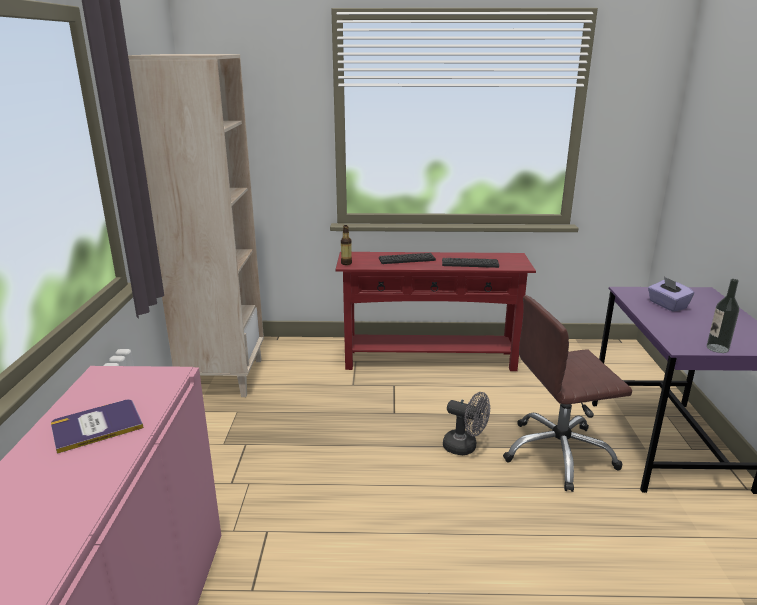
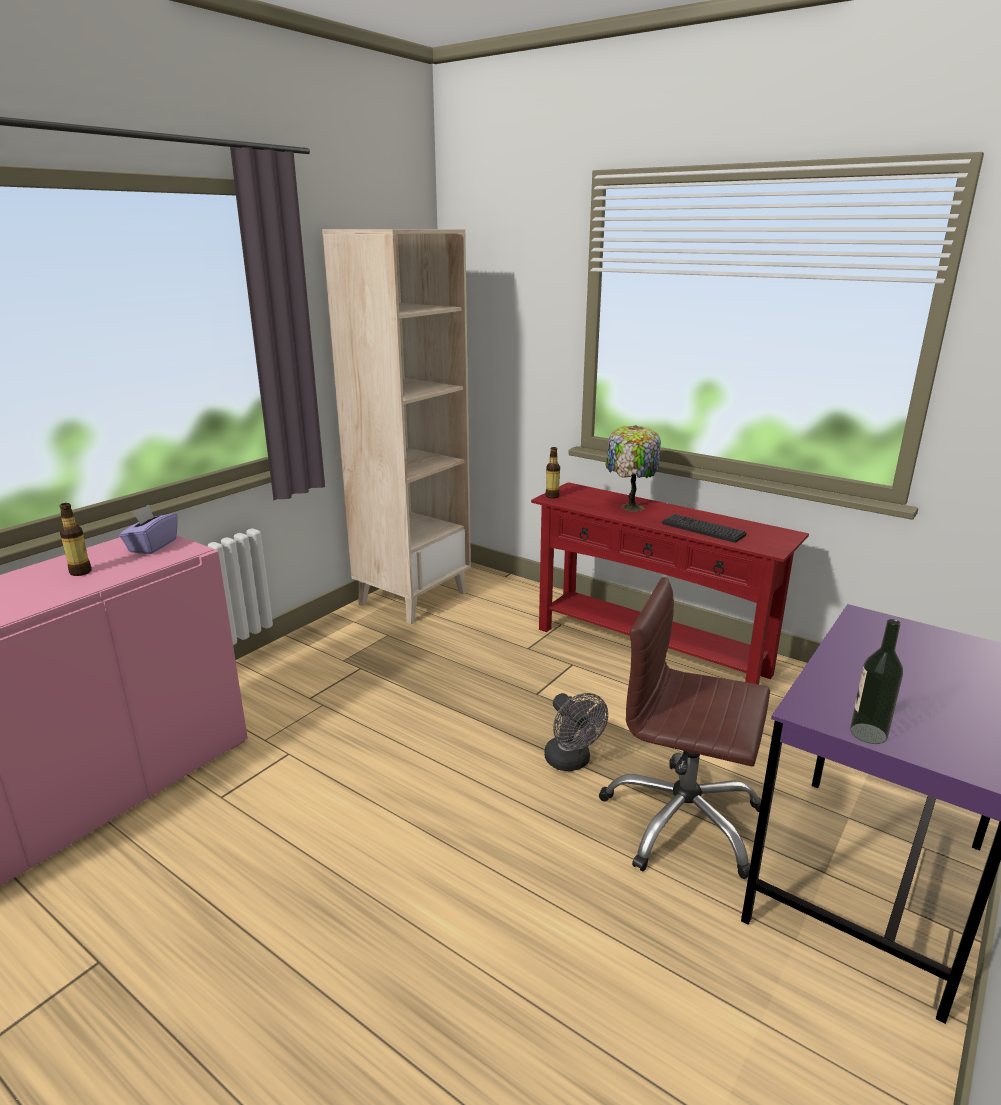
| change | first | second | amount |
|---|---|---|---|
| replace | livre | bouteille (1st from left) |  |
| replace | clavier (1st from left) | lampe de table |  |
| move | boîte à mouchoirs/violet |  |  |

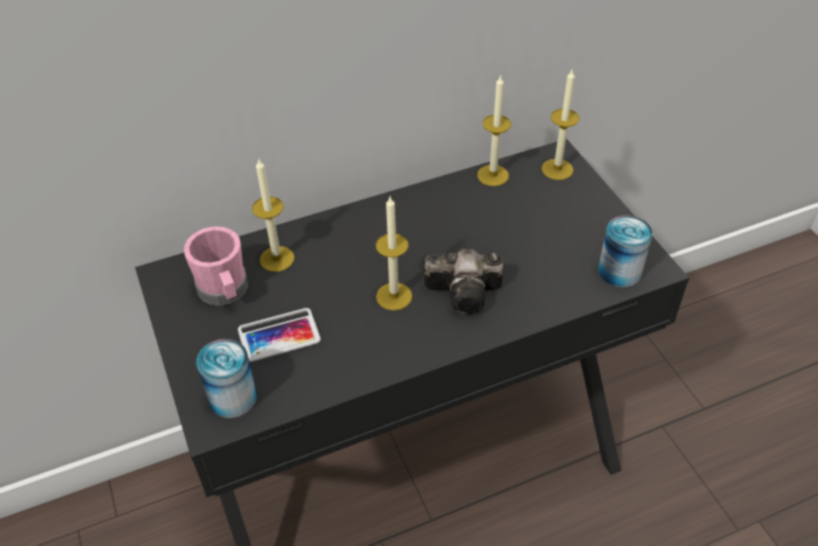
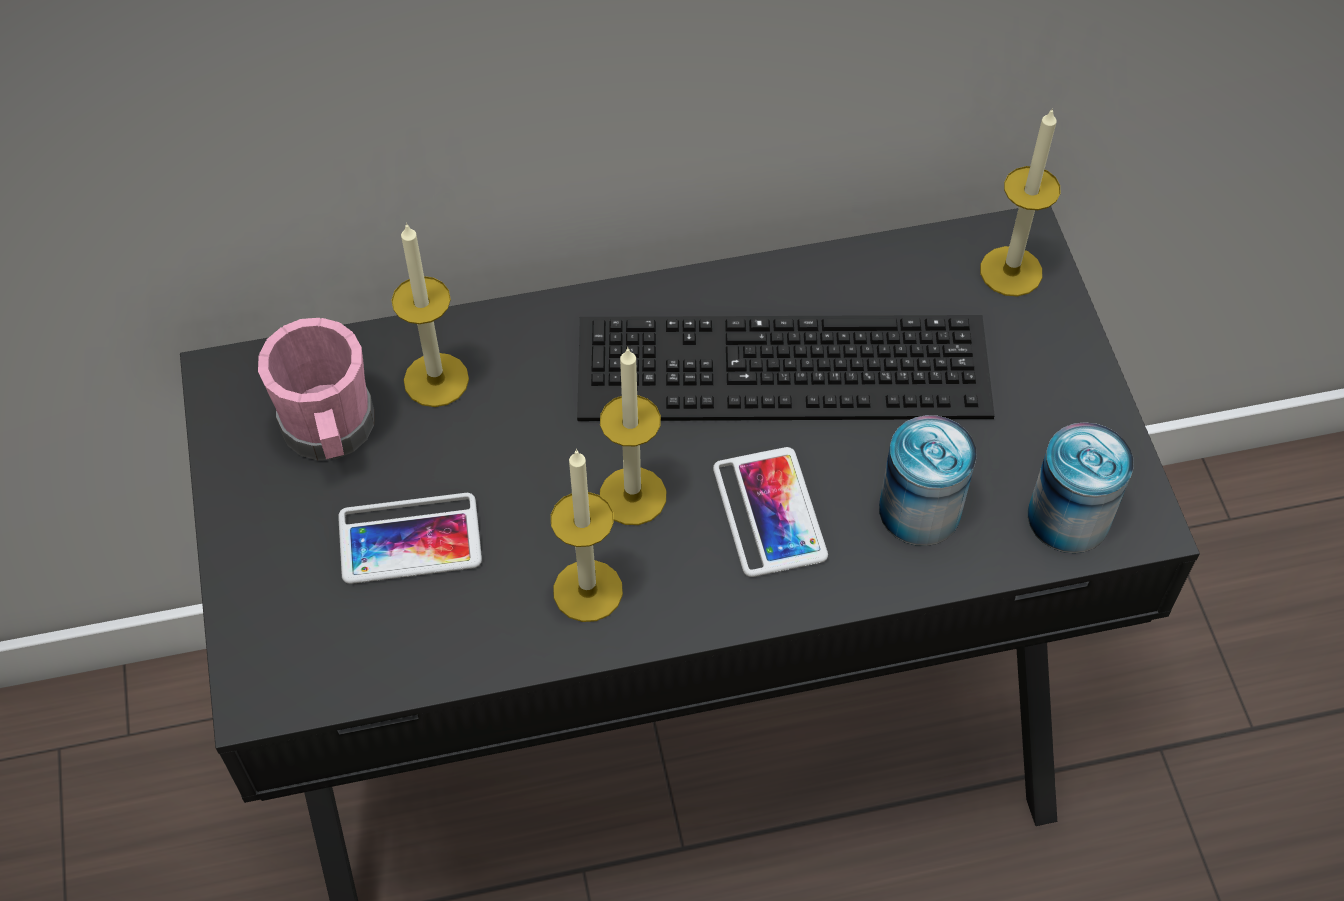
| change | first | second | amount |
|---|---|---|---|
| move | boîte métallique (1st from left) |  |  |
| replace | appareil photo | téléphone (2nd from left) |  |
| move | bougie (3rd from left in the first image) | bougie (2nd from left) |  |
| insert |  | clavier |  |

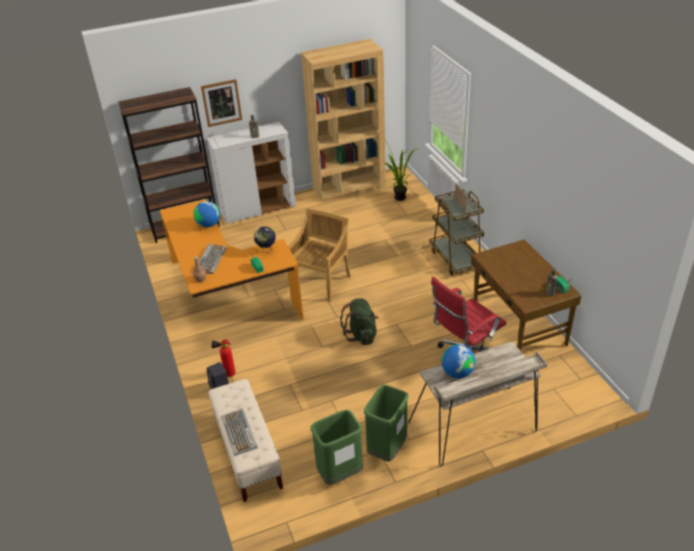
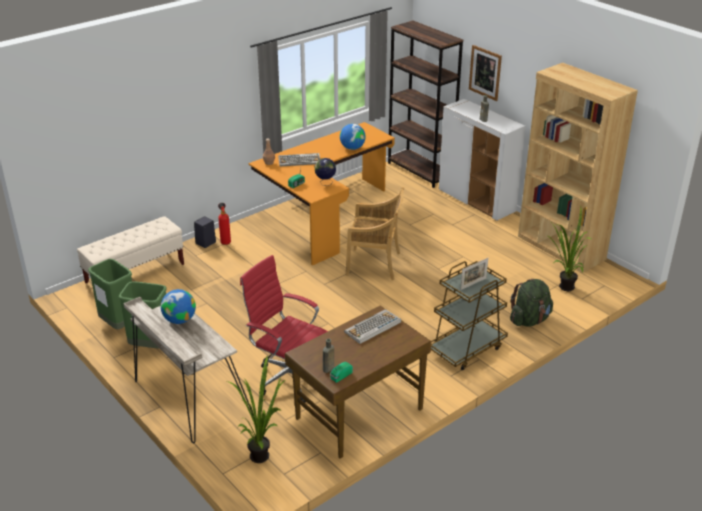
| change | first | second | amount |
|---|---|---|---|
| move | clavier (2nd from left) |  |  |
| move | sac à dos/vert |  |  |
| insert |  | plante en pot (1st from left) |  |

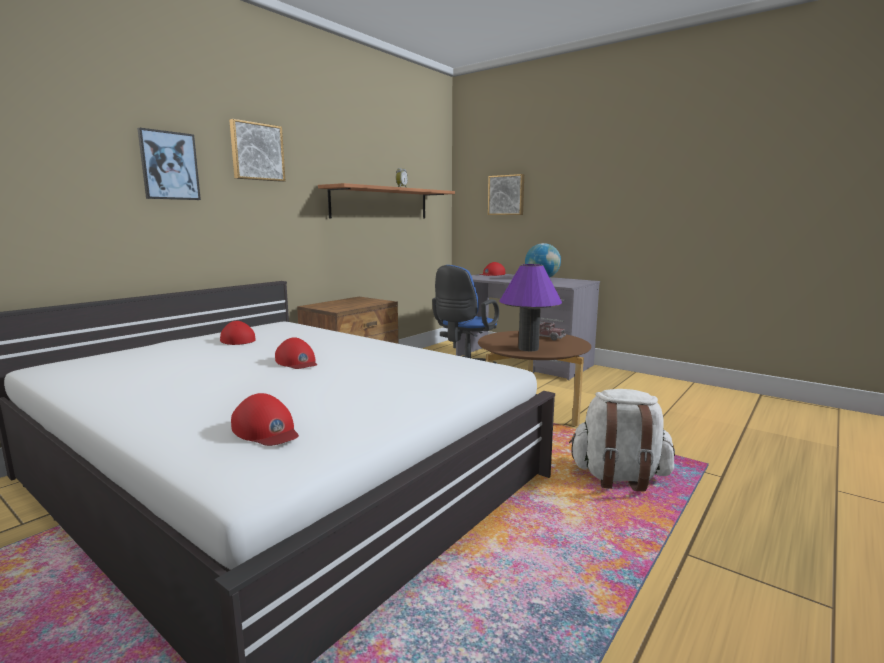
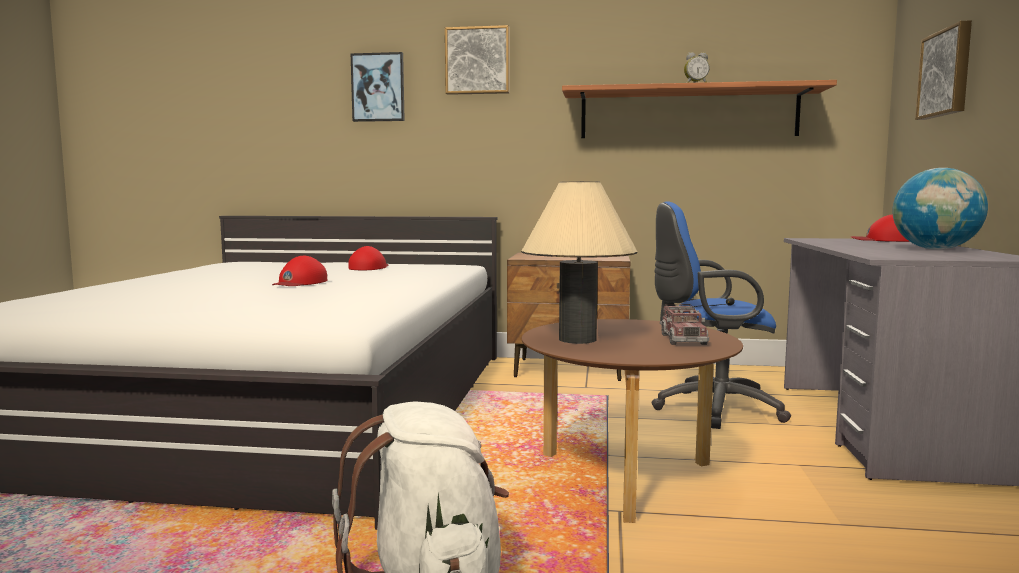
| change | first | second | amount |
|---|---|---|---|
| delete | casquette/rouge (2nd from left) |  |  |
| recolor | lampe de table/violet | lampe de table/beige |  |

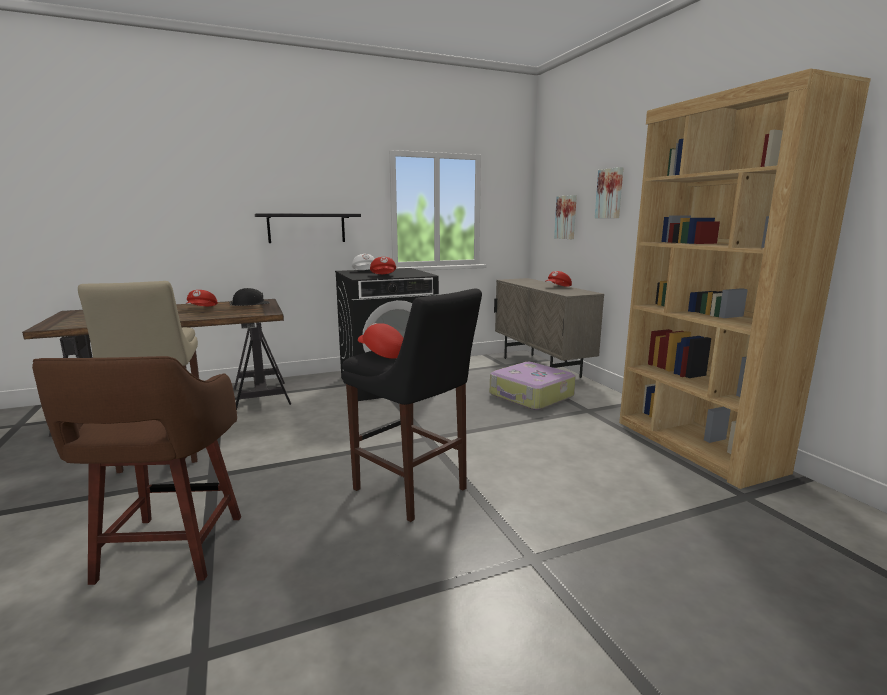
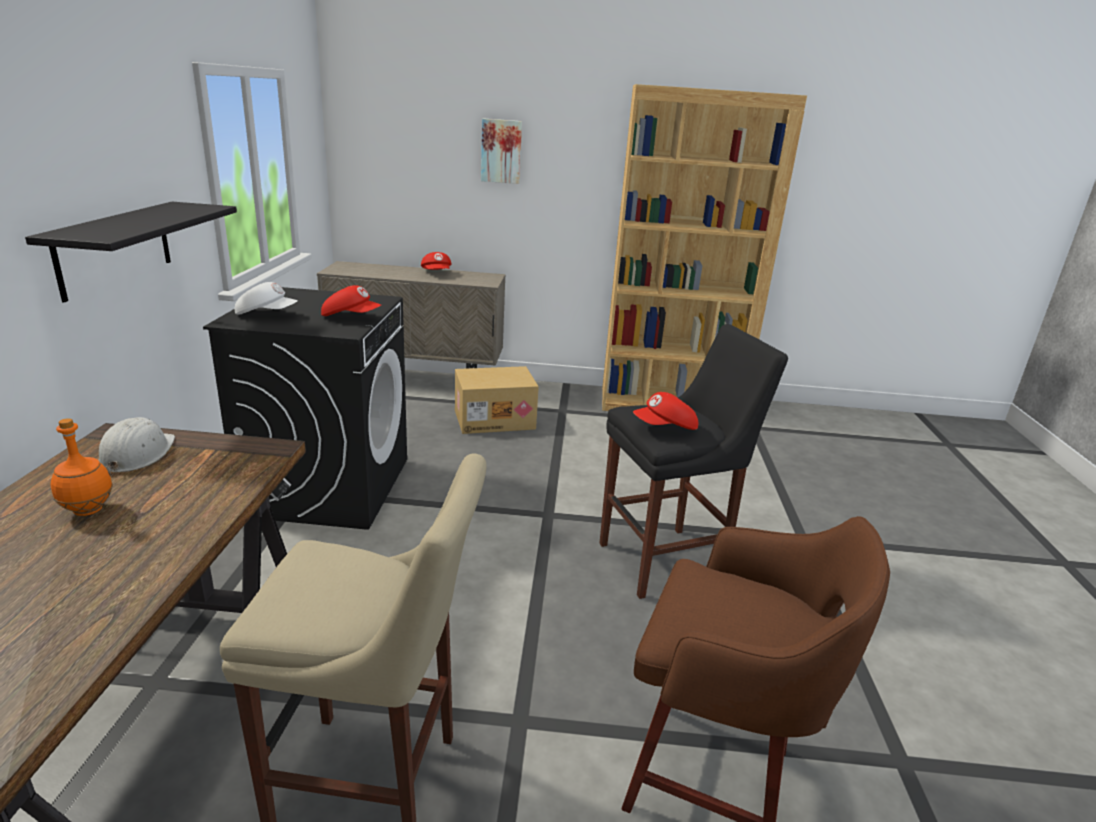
| change | first | second | amount |
|---|---|---|---|
| replace | casquette/rouge (1st from left) | bouteille/orange |  |
| recolor | casque de chantier/noir | casque de chantier/blanc |  |
| replace | valise | carton |  |
| delete | tableau (1st from left) |  |  |

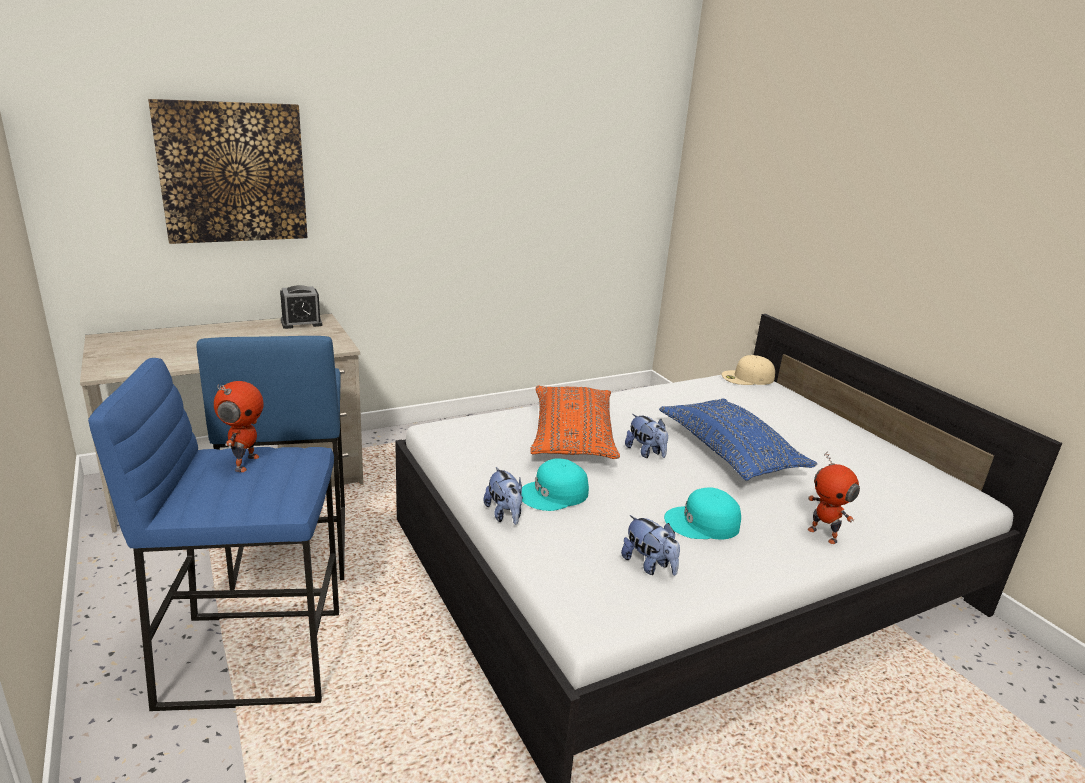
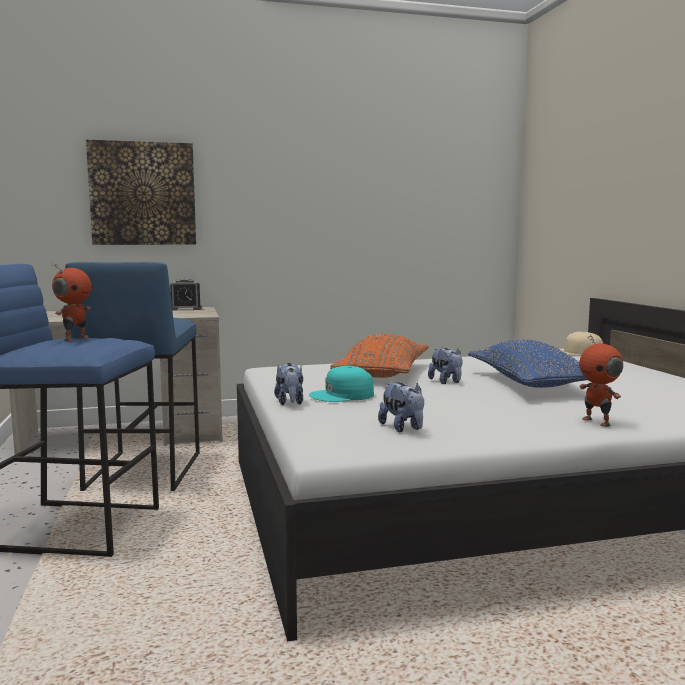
| change | first | second | amount |
|---|---|---|---|
| delete | casquette/turquoise (2nd from left) |  |  |

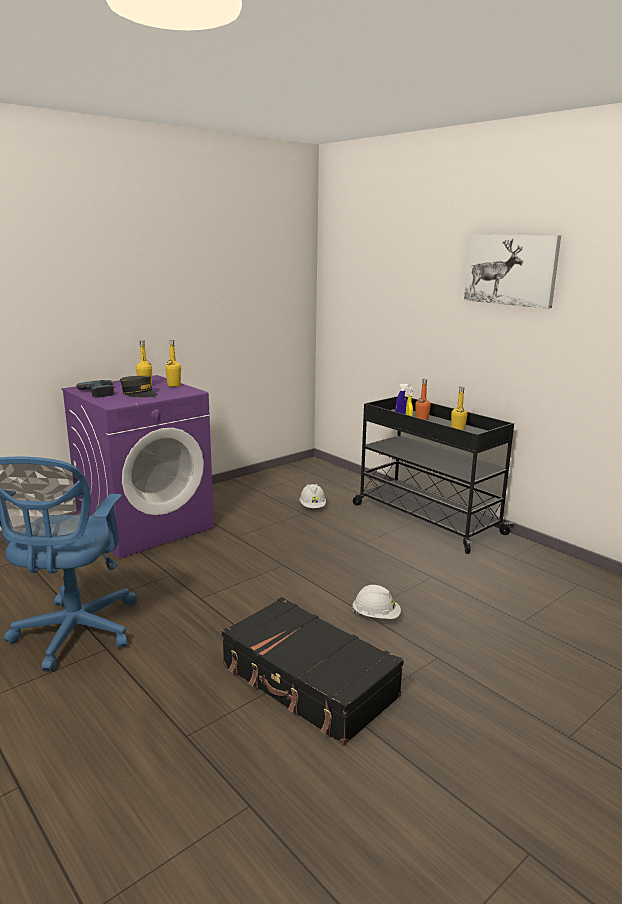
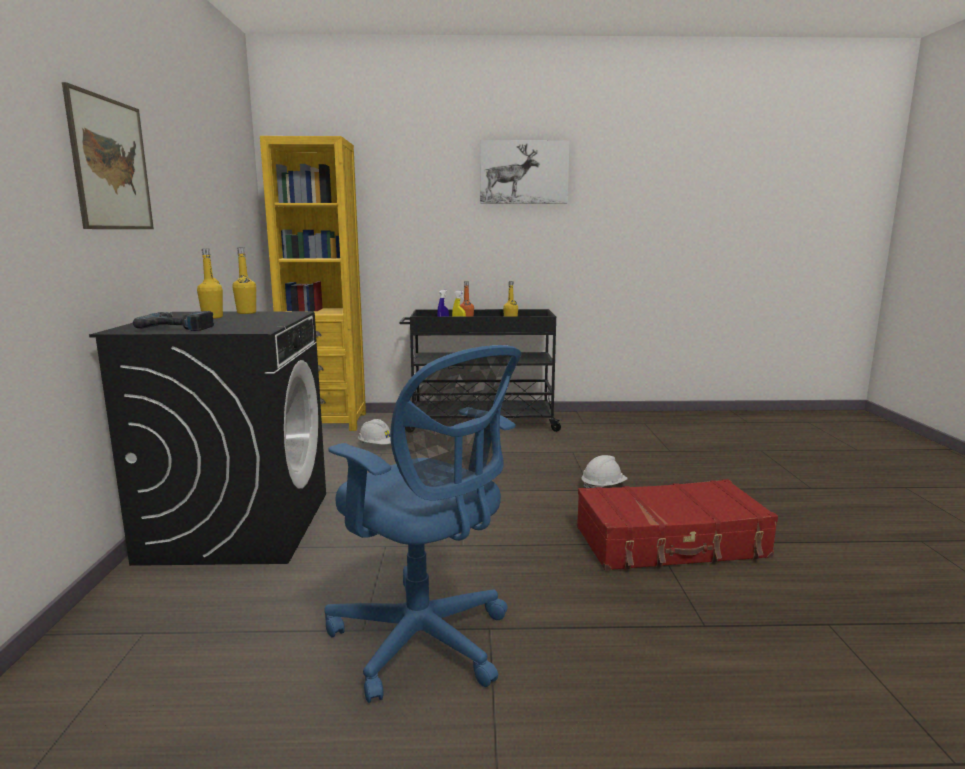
| change | first | second | amount |
|---|---|---|---|
| recolor | lave-linge/violet | lave-linge/noir |  |
| delete | casquette/gris |  |  |
| recolor | valise/noir | valise/rouge |  |
| insert |  | tableau (1st from left) |  |
| insert |  | bibliothèque/jaune |  |

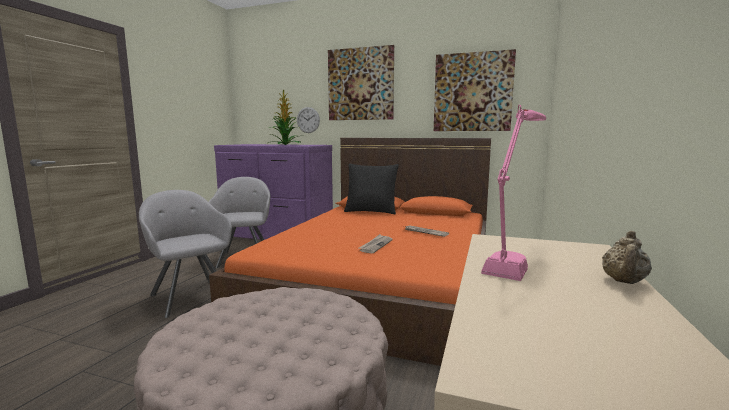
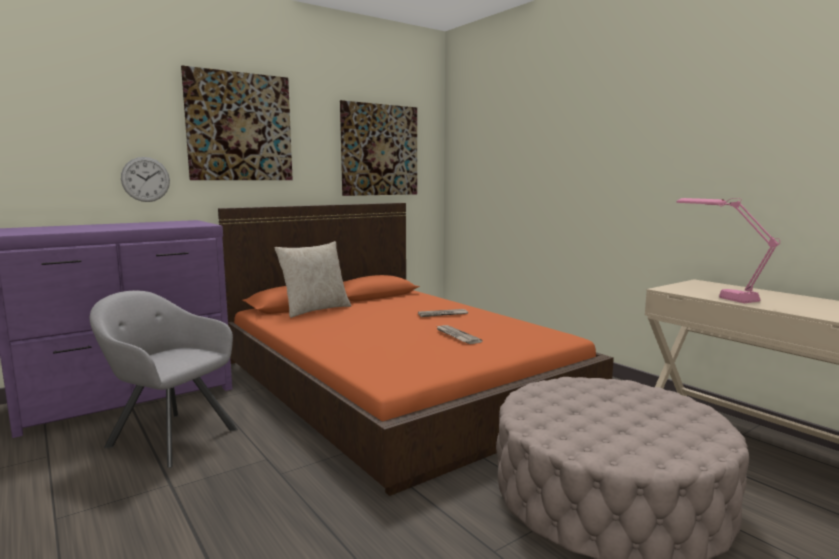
| change | first | second | amount |
|---|---|---|---|
| delete | fauteuil/gris (1st from left) |  |  |
| delete | plante en pot |  |  |
| recolor | coussin/noir | coussin/beige |  |
| delete | théière/beige |  |  |

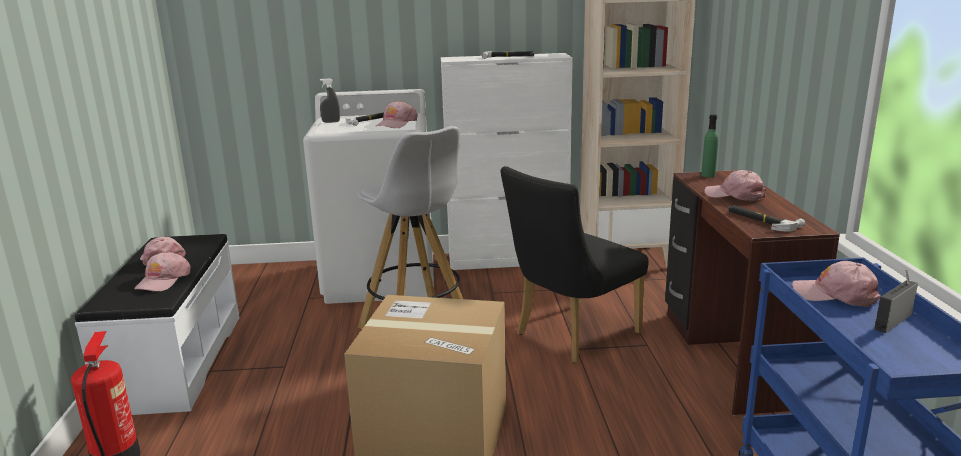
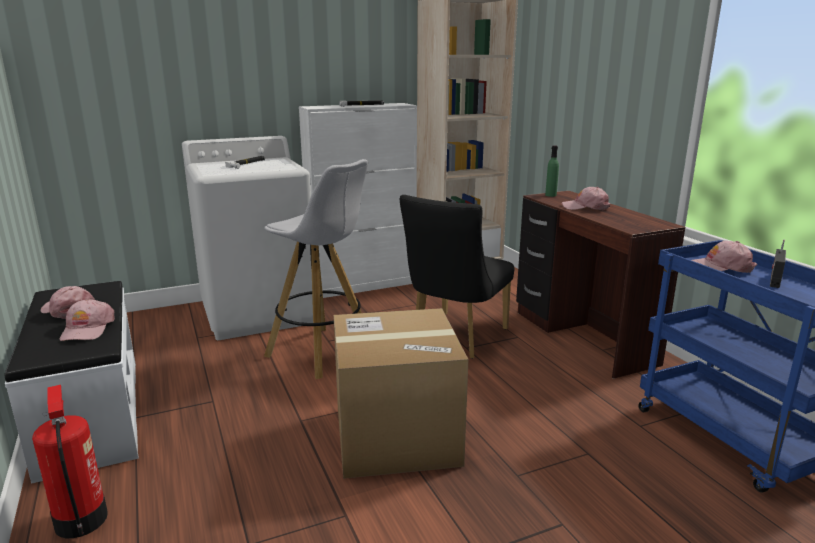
| change | first | second | amount |
|---|---|---|---|
| delete | vaporisateur/gris |  |  |
| delete | casquette/rose (3rd from left) |  |  |
| delete | marteau (3rd from left) |  |  |

